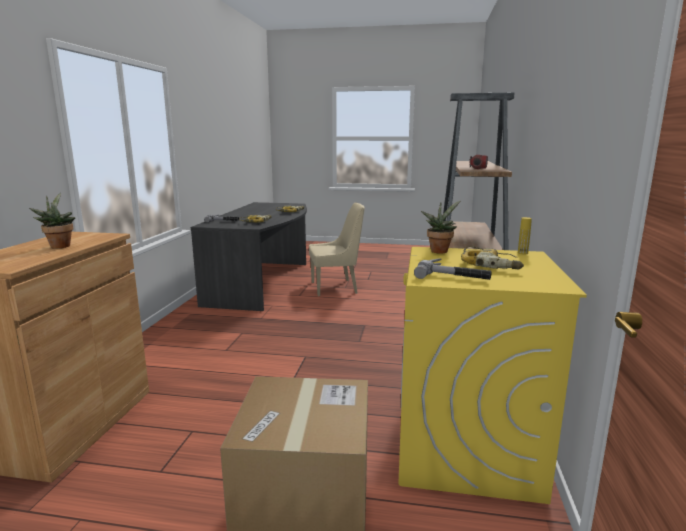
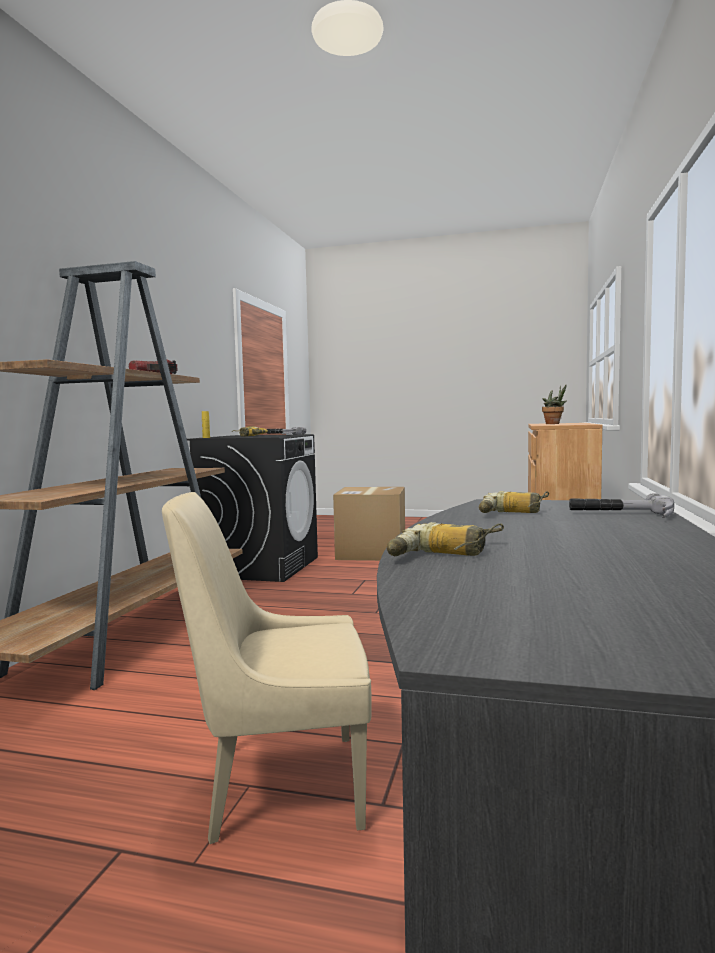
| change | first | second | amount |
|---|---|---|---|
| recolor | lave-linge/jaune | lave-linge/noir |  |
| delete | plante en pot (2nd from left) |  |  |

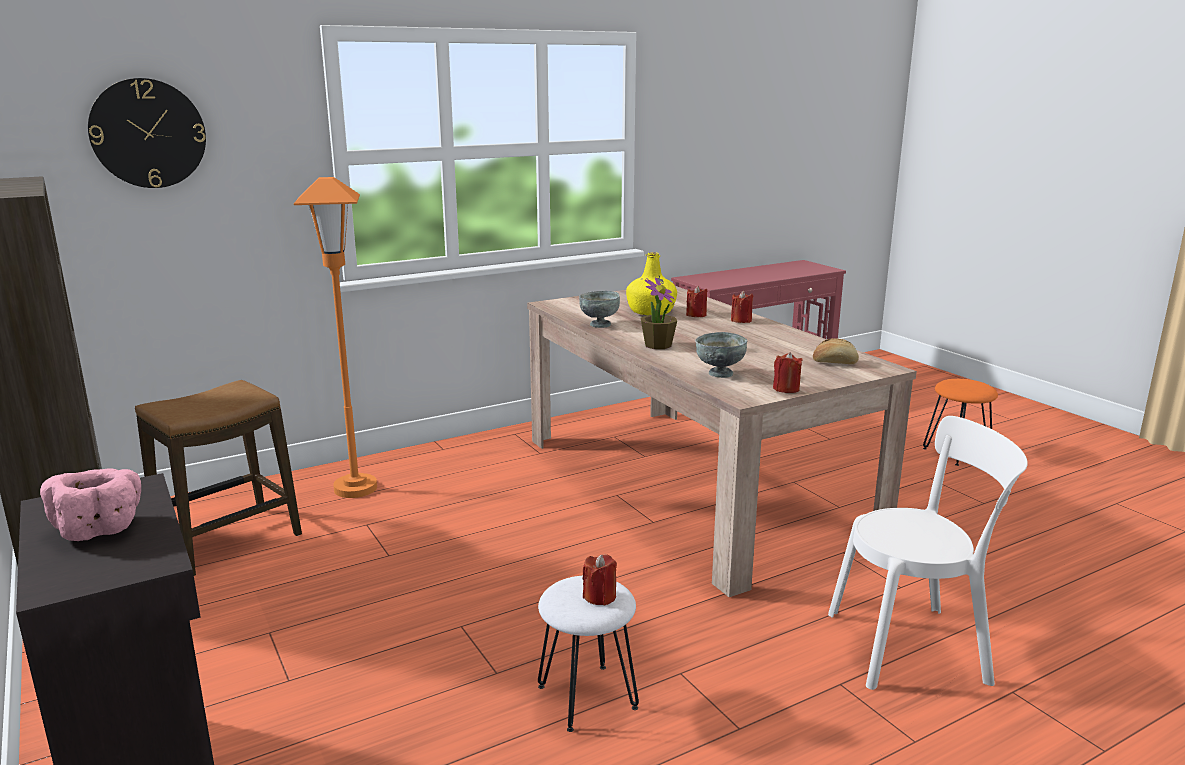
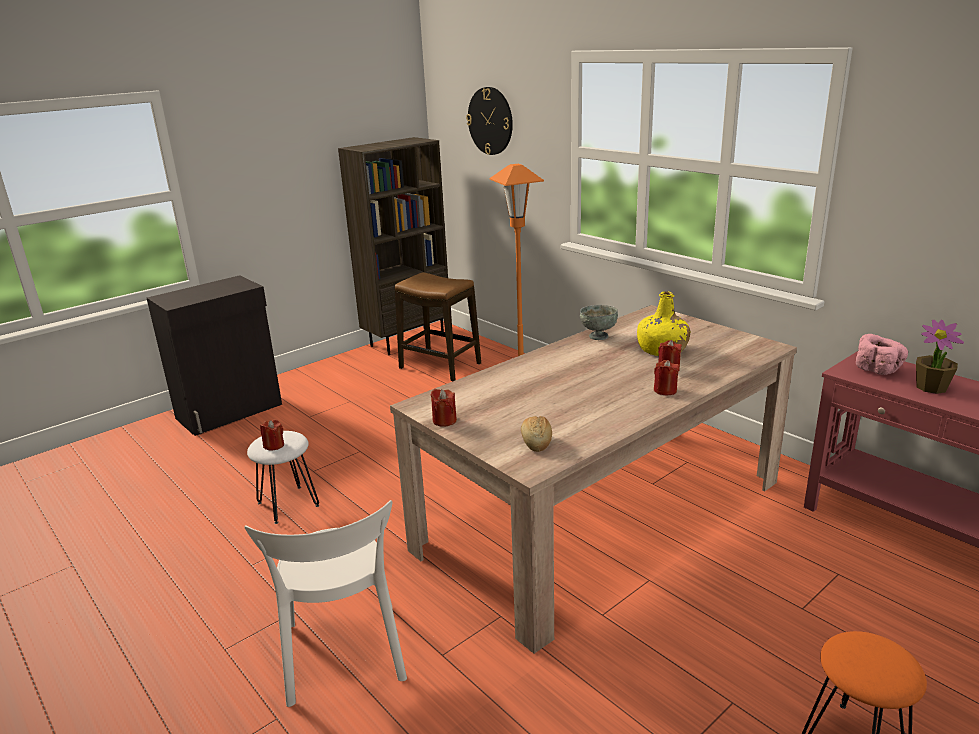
| change | first | second | amount |
|---|---|---|---|
| move | bol/rose |  |  |
| move | plante en pot |  |  |
| delete | bol/gris (2nd from left) |  |  |

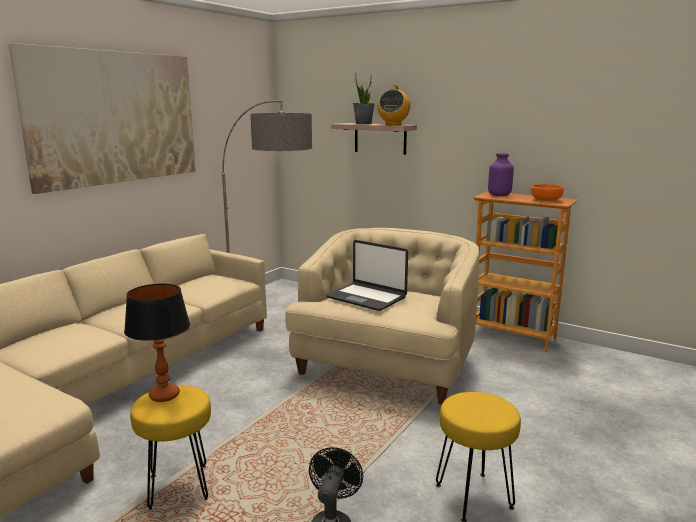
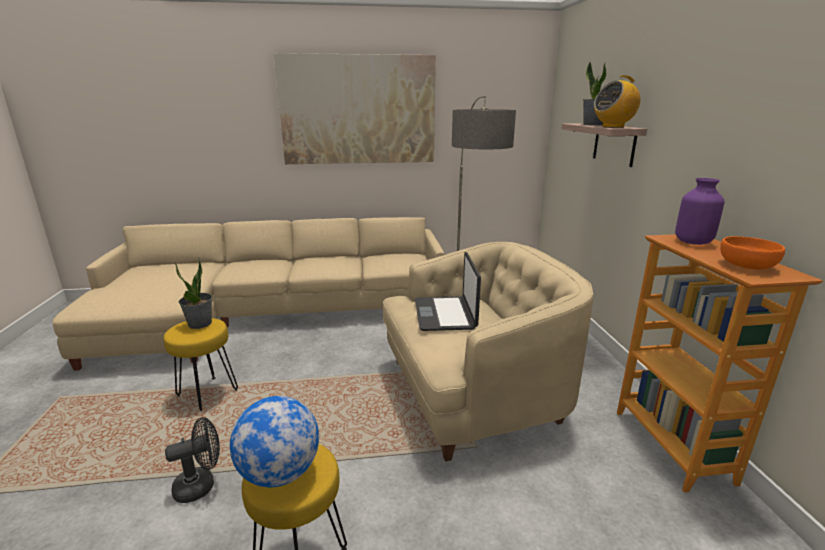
| change | first | second | amount |
|---|---|---|---|
| replace | lampe de table | plante en pot (1st from left) |  |
| insert |  | globe |  |

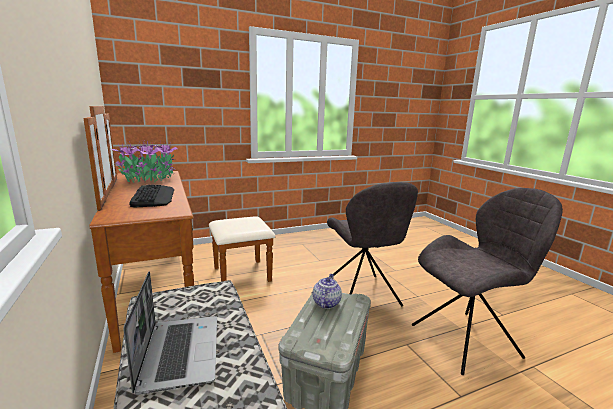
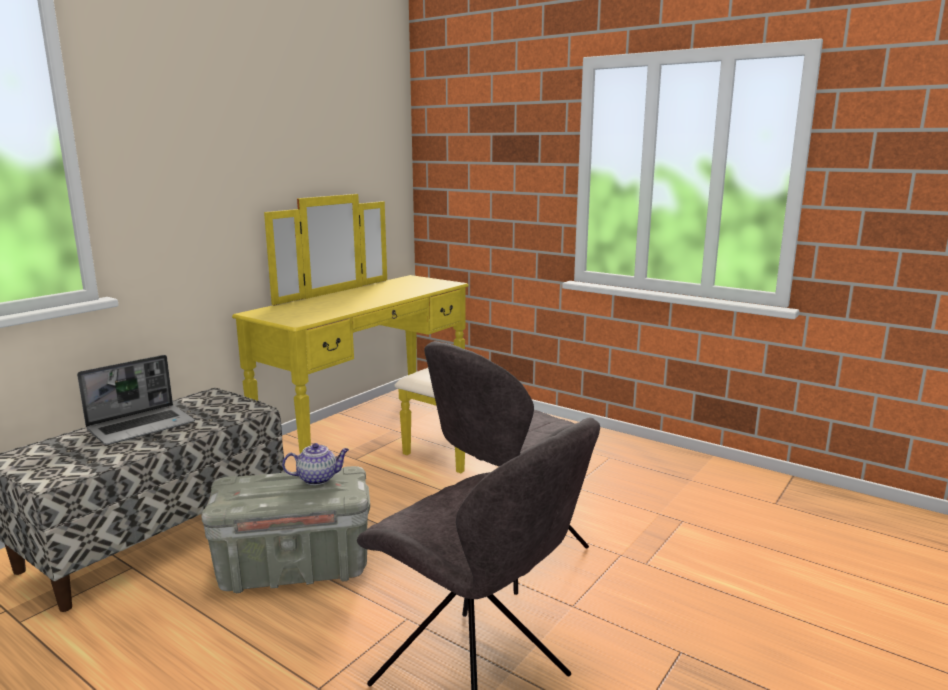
| change | first | second | amount |
|---|---|---|---|
| recolor | commode/marron | commode/jaune |  |
| delete | plante en pot |  |  |
| delete | clavier |  |  |

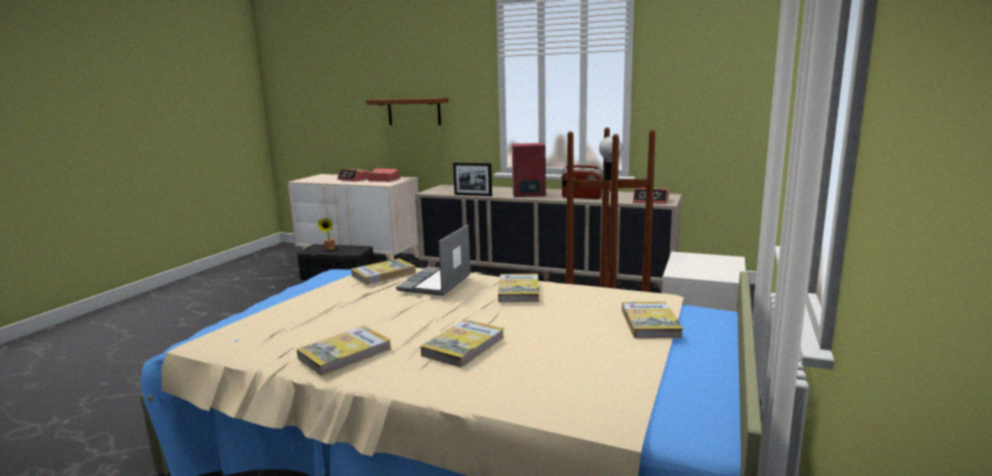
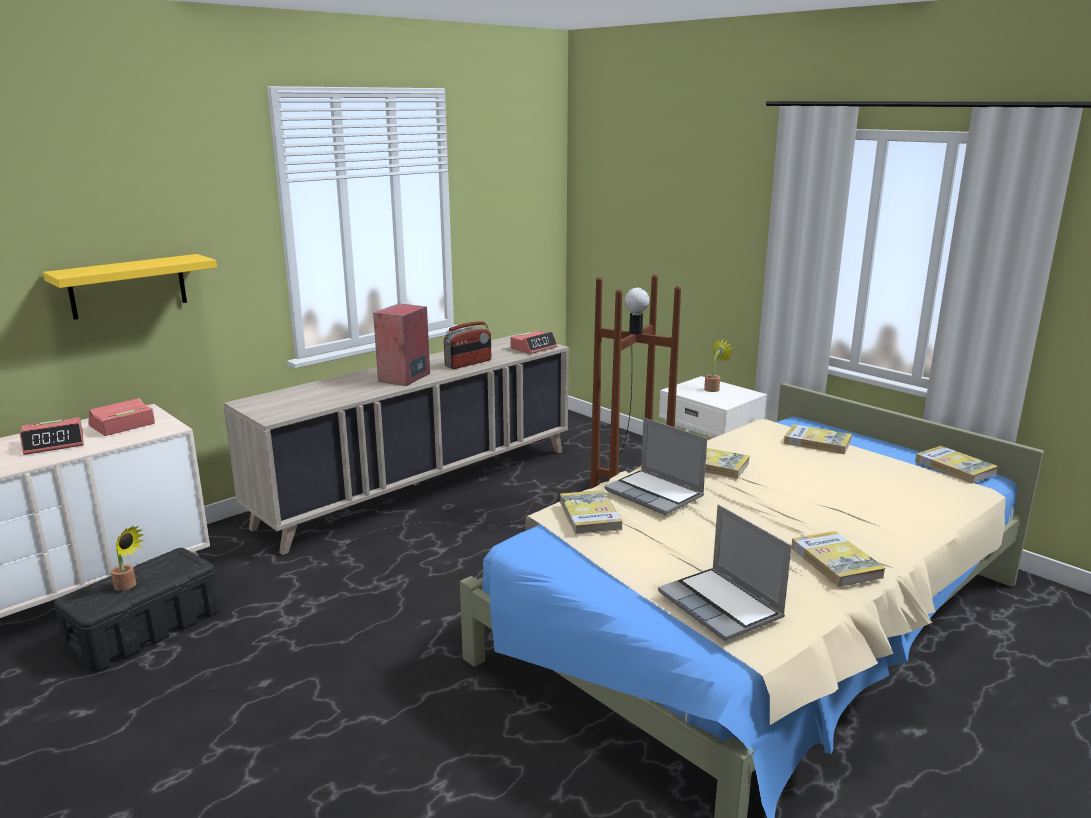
| change | first | second | amount |
|---|---|---|---|
| recolor | étagère/marron | étagère/jaune |  |
| move | livre (3rd from left in the first image) | livre (5th from left) |  |
| delete | cadre photo |  |  |
| insert |  | ordinateur portable (2nd from left) |  |
| insert |  | plante en pot (2nd from left) |  |

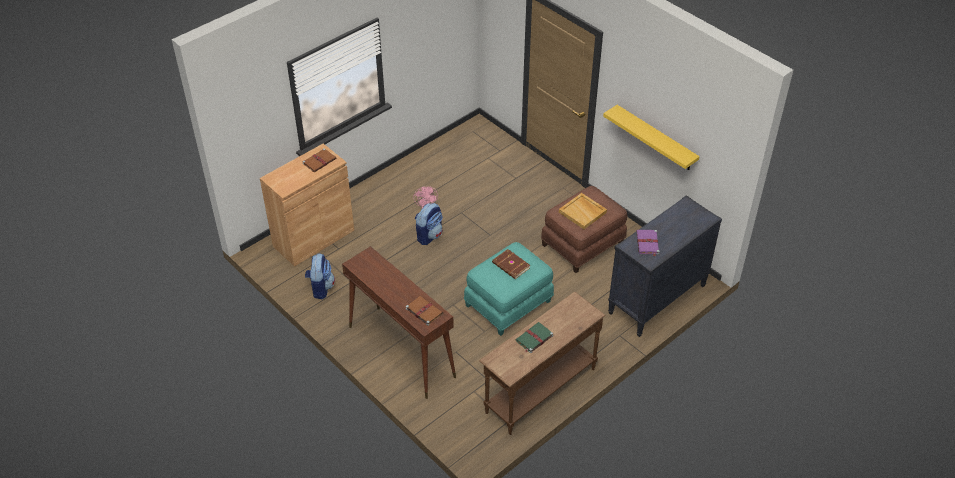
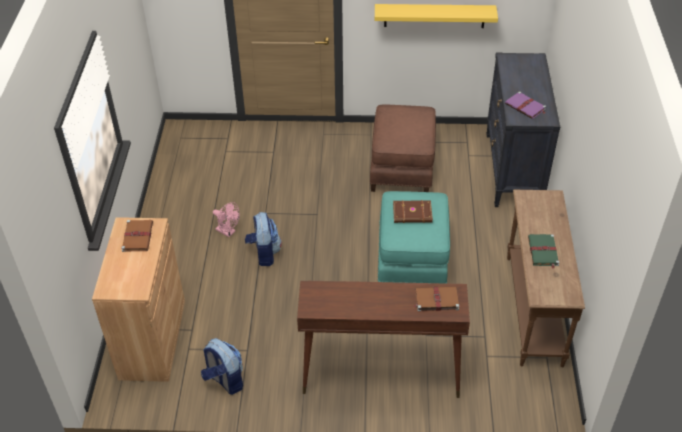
| change | first | second | amount |
|---|---|---|---|
| delete | plateau/beige |  |  |

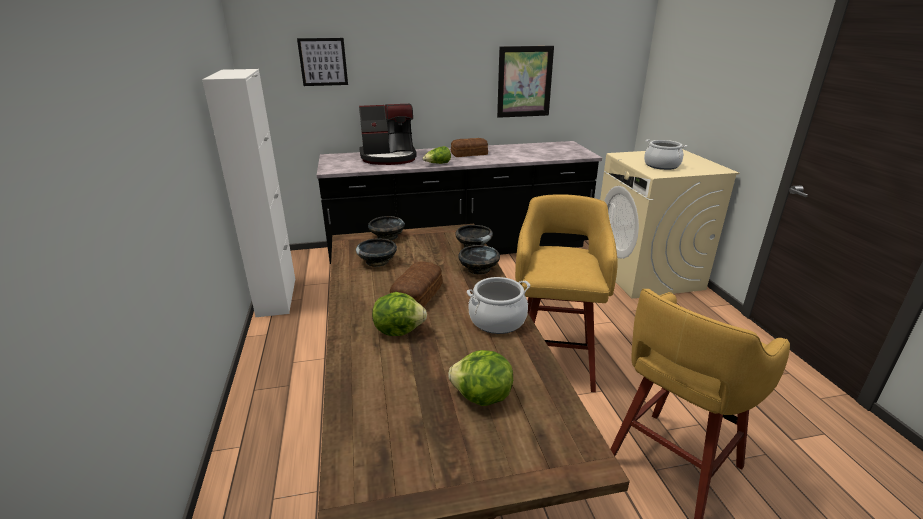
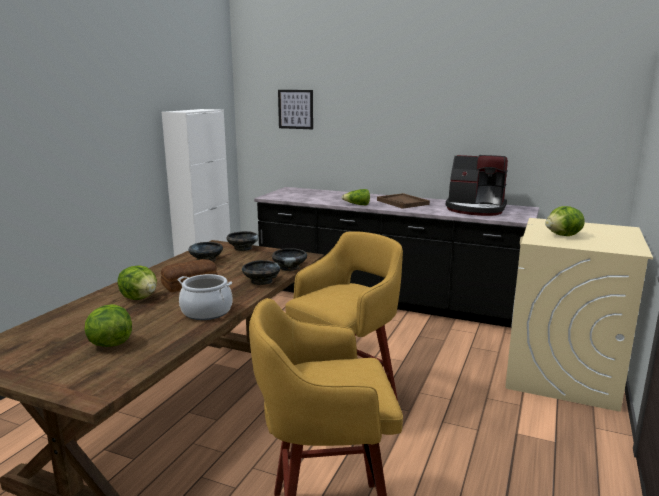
| change | first | second | amount |
|---|---|---|---|
| move | machine à café |  |  |
| replace | pain (2nd from left) | plateau/marron |  |
| delete | tableau (2nd from left) |  |  |
| replace | marmite (2nd from left) | laitue (4th from left) |  |

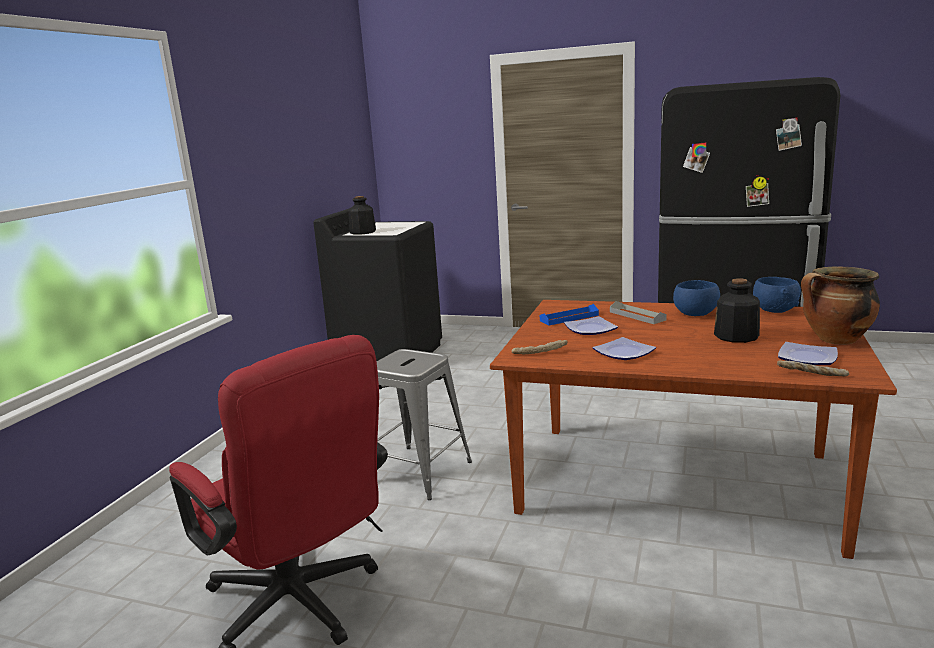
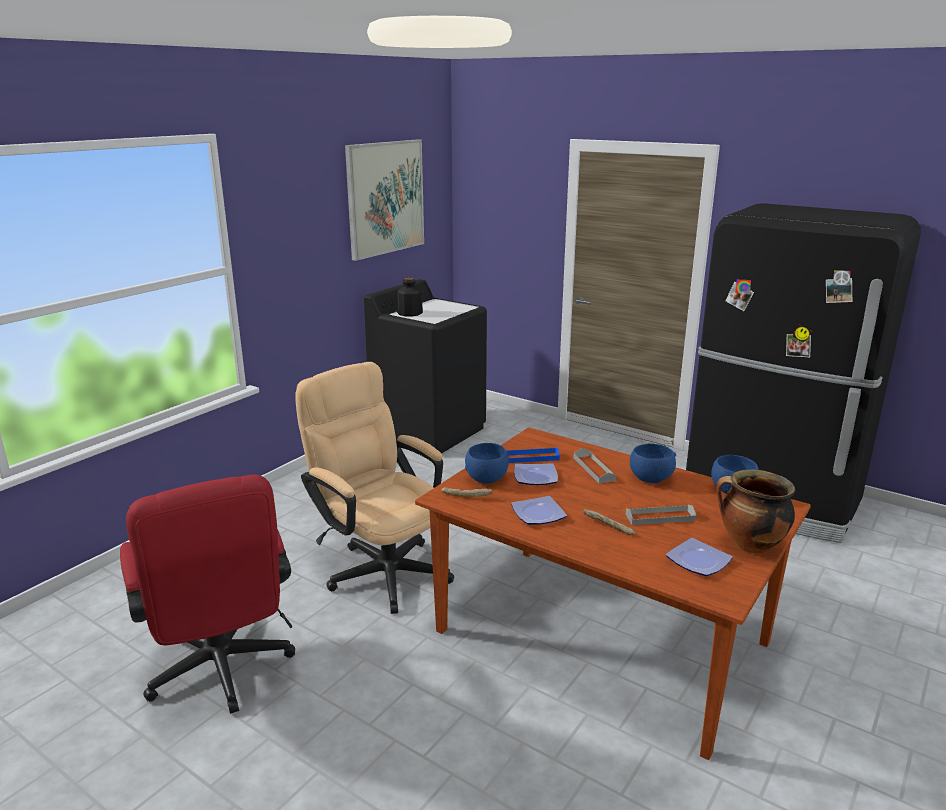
| change | first | second | amount |
|---|---|---|---|
| replace | tabouret/gris | chaise de bureau/beige |  |
| replace | bouteille (2nd from left) | plateau/gris (2nd from left) |  |
| move | pain (2nd from left) |  |  |
| insert |  | tableau |  |
| insert |  | bol/bleu (1st from left) |  |

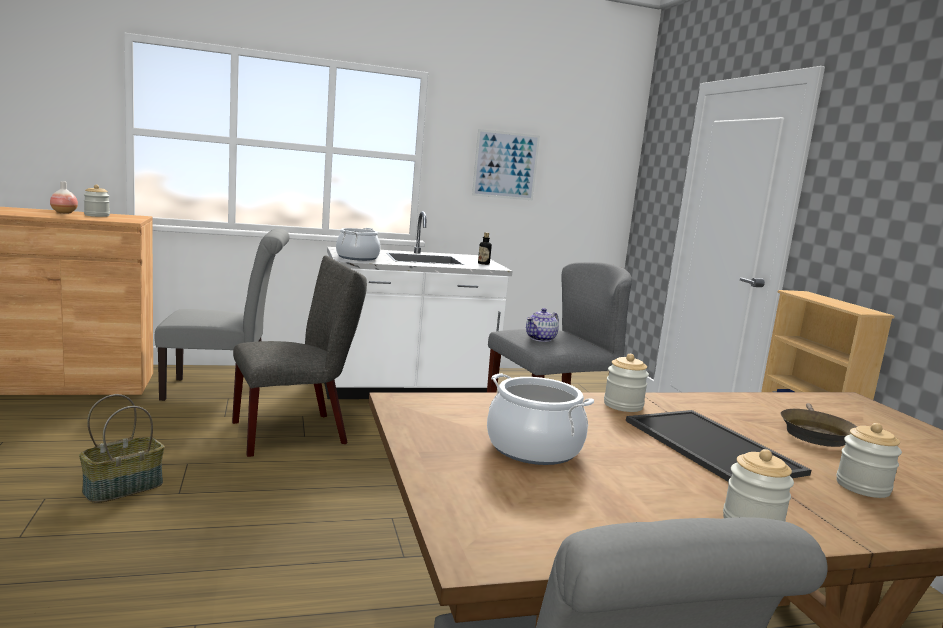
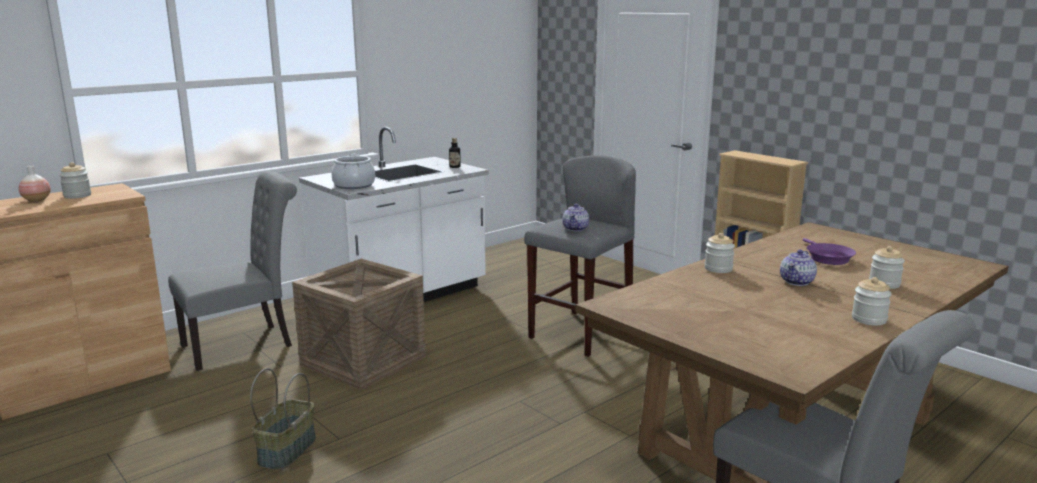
| change | first | second | amount |
|---|---|---|---|
| replace | chaise/gris (2nd from left) | caisse |  |
| delete | tableau |  |  |
| delete | marmite (2nd from left) |  |  |
| replace | plateau | théière (2nd from left) |  |
| recolor | poêle/marron | poêle/violet |  |

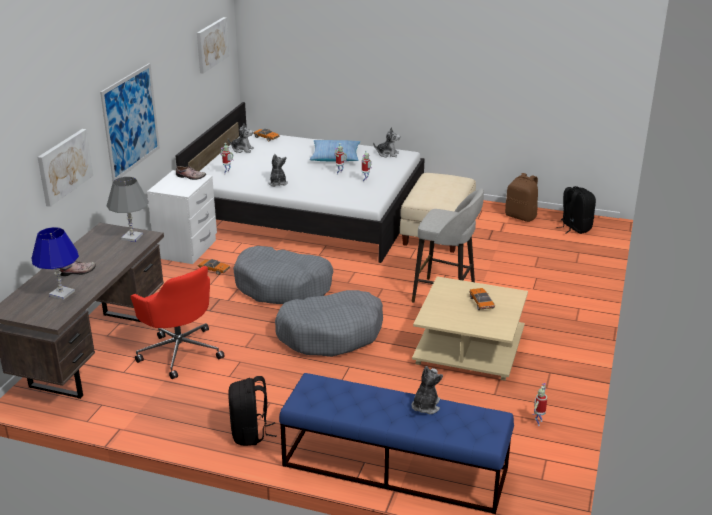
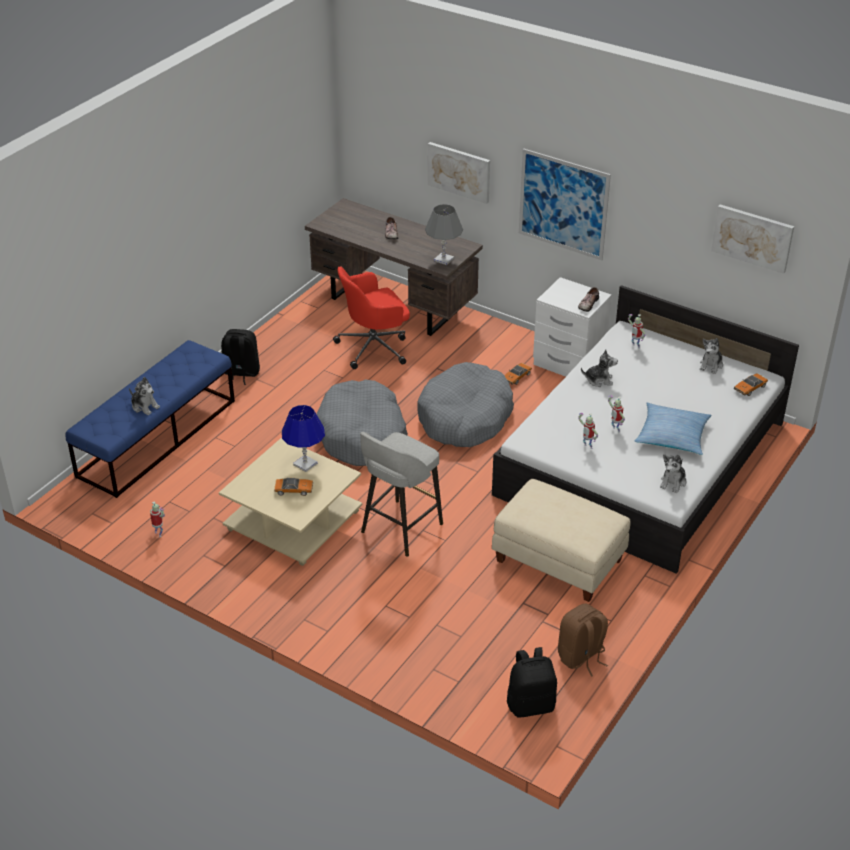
| change | first | second | amount |
|---|---|---|---|
| move | lampe de table/bleu |  |  |

